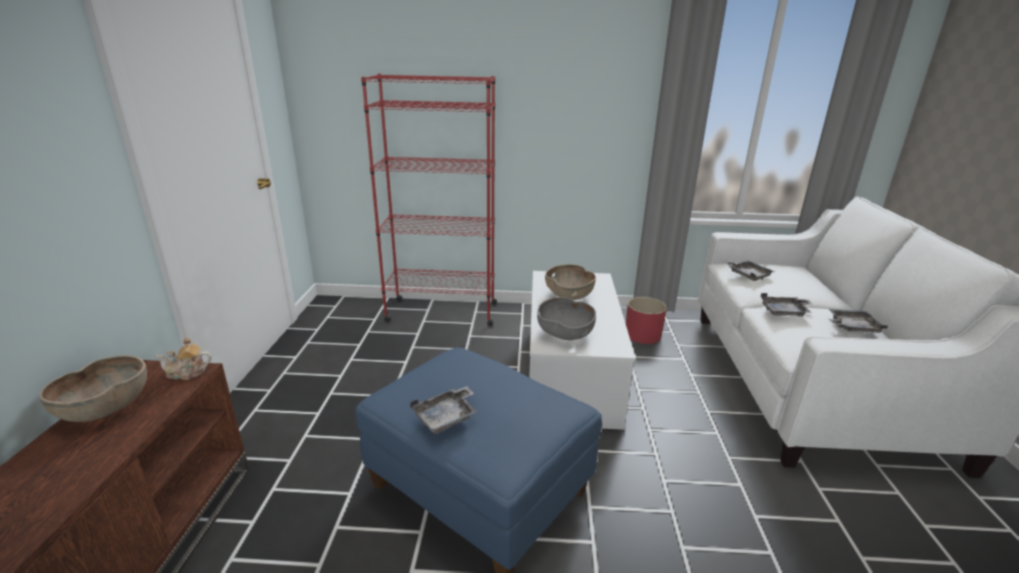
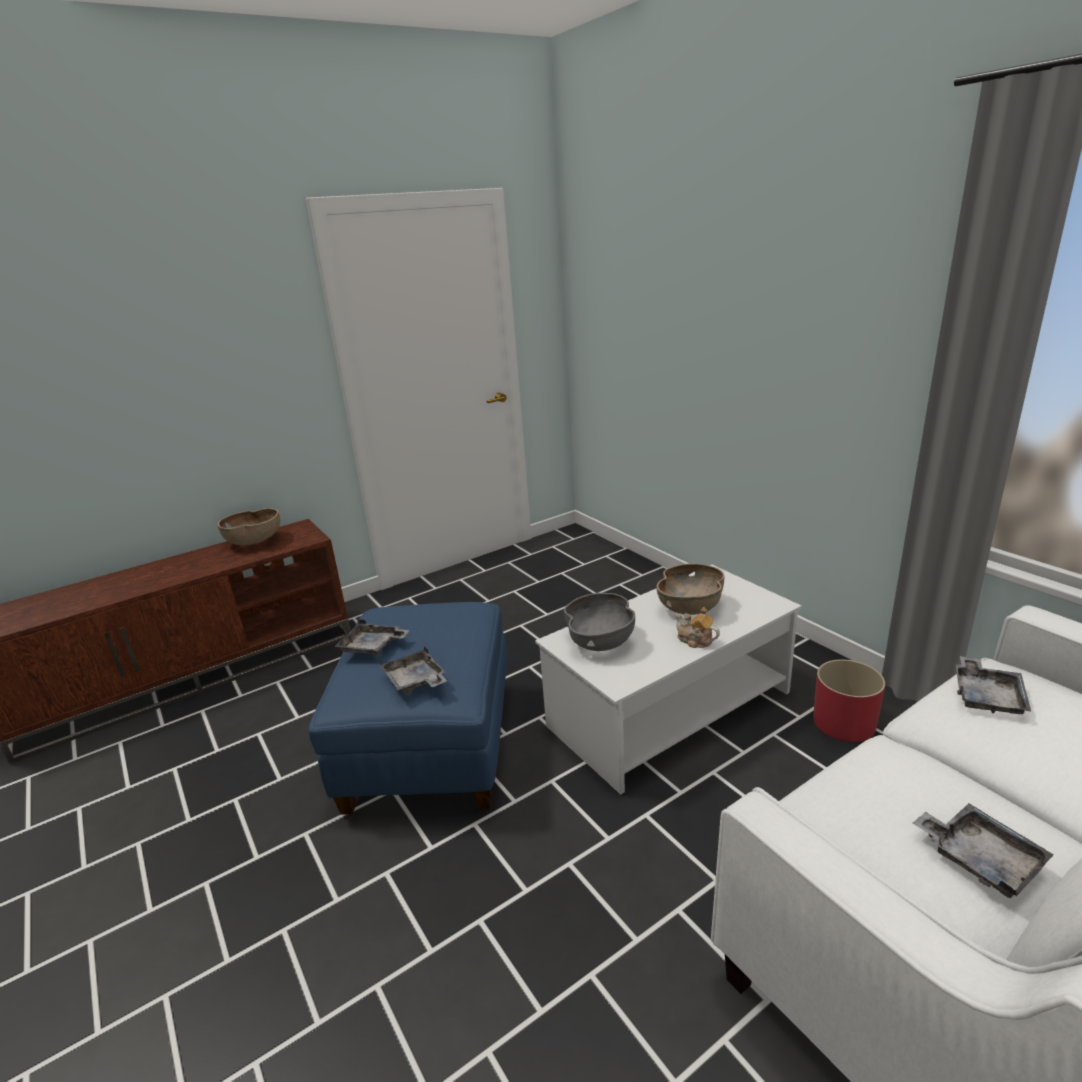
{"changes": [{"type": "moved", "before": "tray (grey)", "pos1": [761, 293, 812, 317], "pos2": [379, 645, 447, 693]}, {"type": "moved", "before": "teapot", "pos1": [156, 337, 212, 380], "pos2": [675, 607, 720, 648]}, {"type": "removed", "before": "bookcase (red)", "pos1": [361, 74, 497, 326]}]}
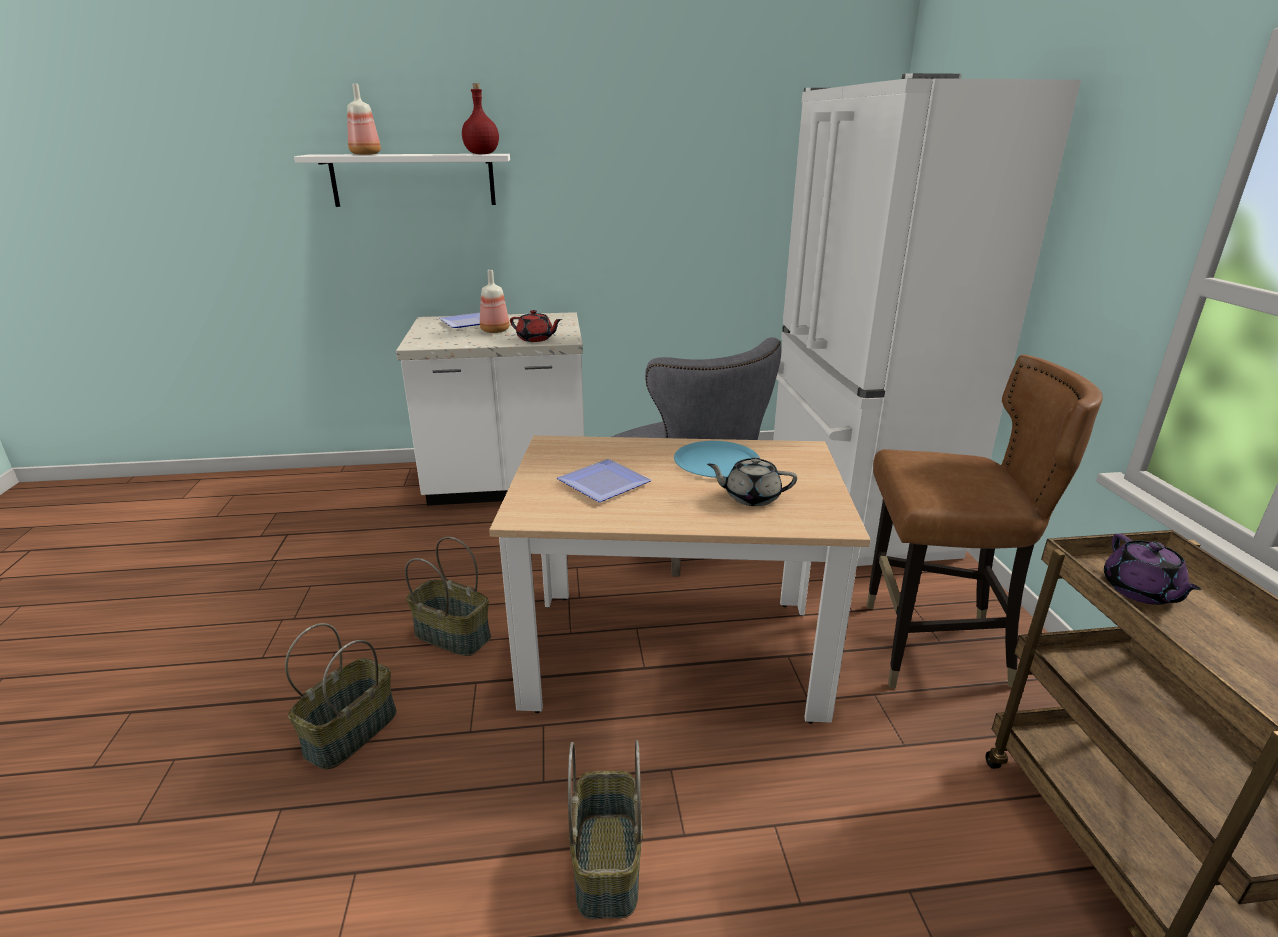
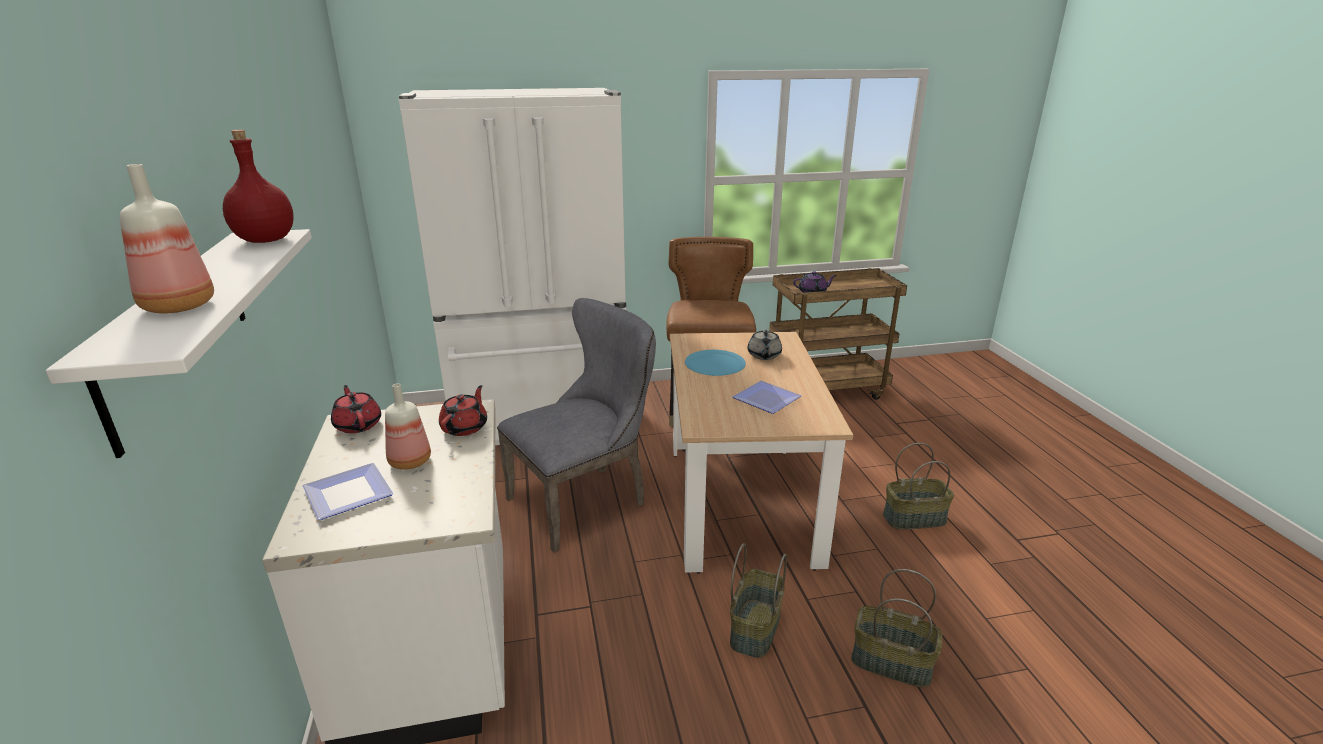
{"changes": [{"type": "added", "after": "teapot (red)", "pos2": [331, 385, 381, 433]}]}
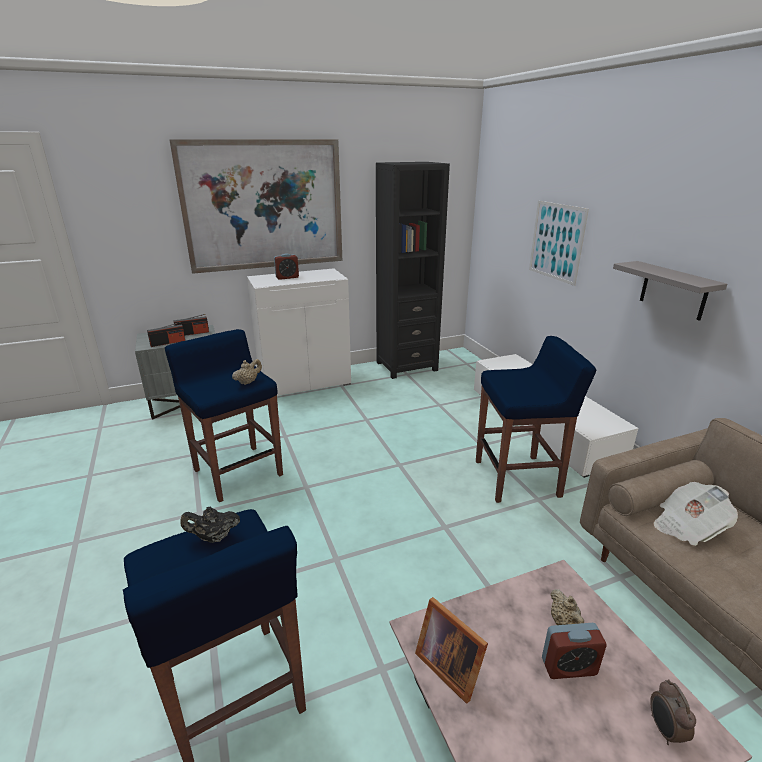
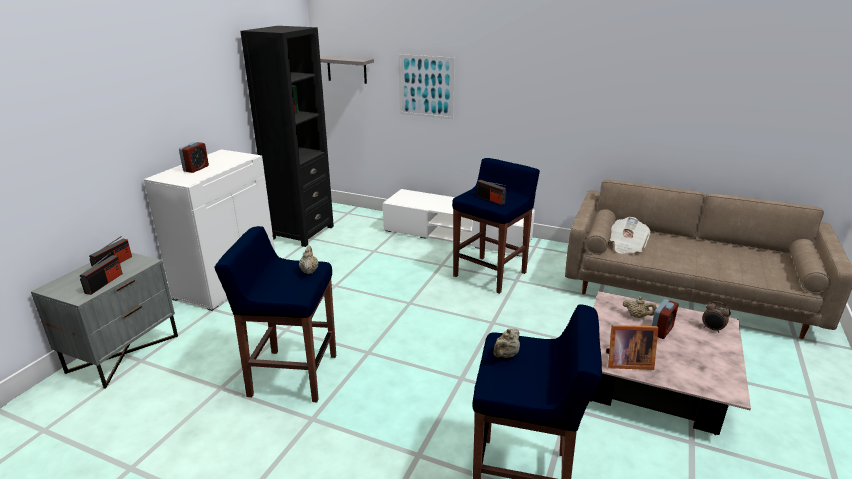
{"changes": [{"type": "moved", "before": "shelf (grey)", "pos1": [613, 261, 727, 321], "pos2": [320, 55, 374, 84]}, {"type": "added", "after": "radio", "pos2": [477, 180, 506, 205]}, {"type": "recoloured", "before": "teapot (black)", "after": "teapot (beige)", "pos1": [181, 507, 240, 543], "pos2": [493, 328, 520, 358]}, {"type": "removed", "before": "picture", "pos1": [169, 140, 342, 274]}]}
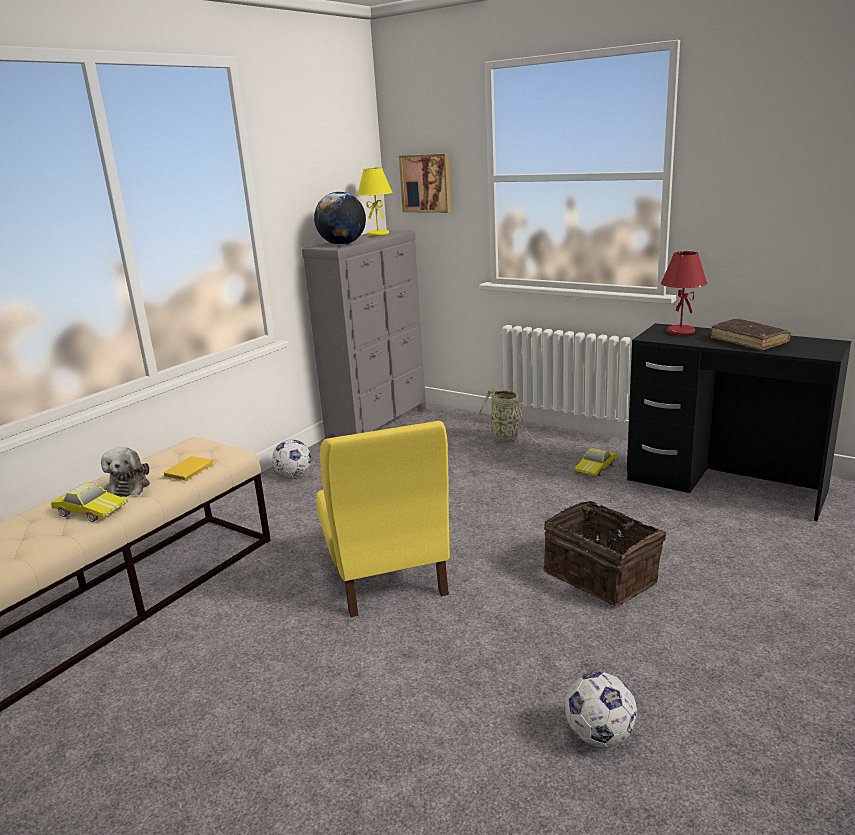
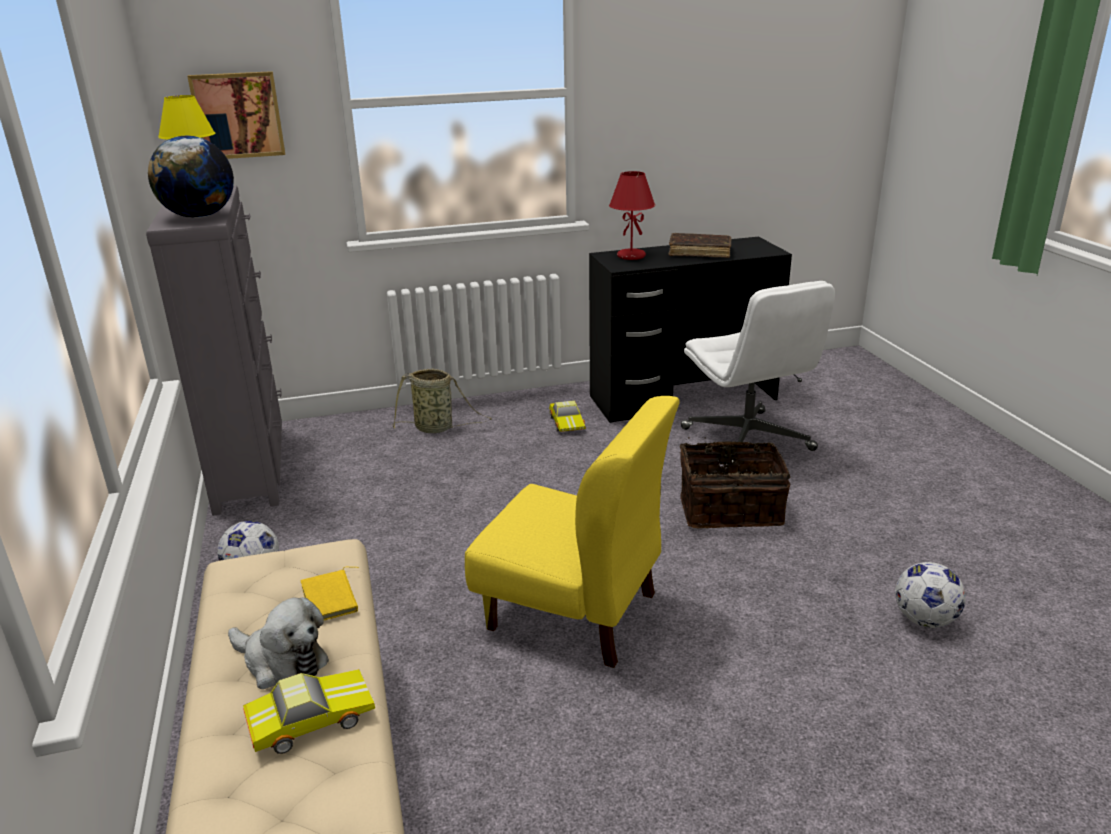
{"changes": [{"type": "added", "after": "office chair (white)", "pos2": [681, 281, 835, 463]}]}
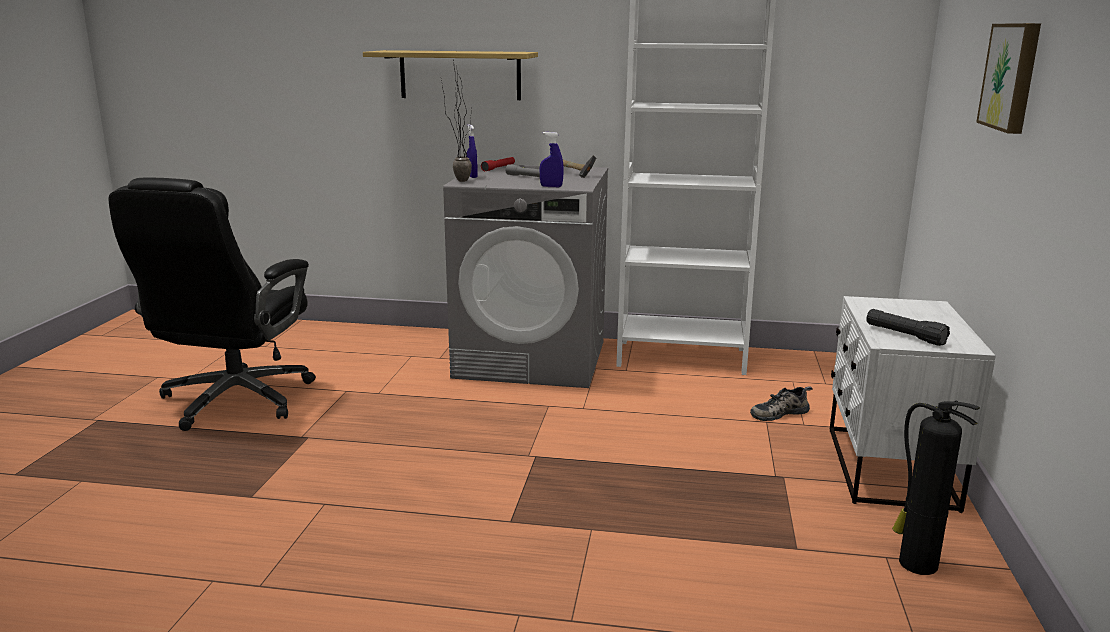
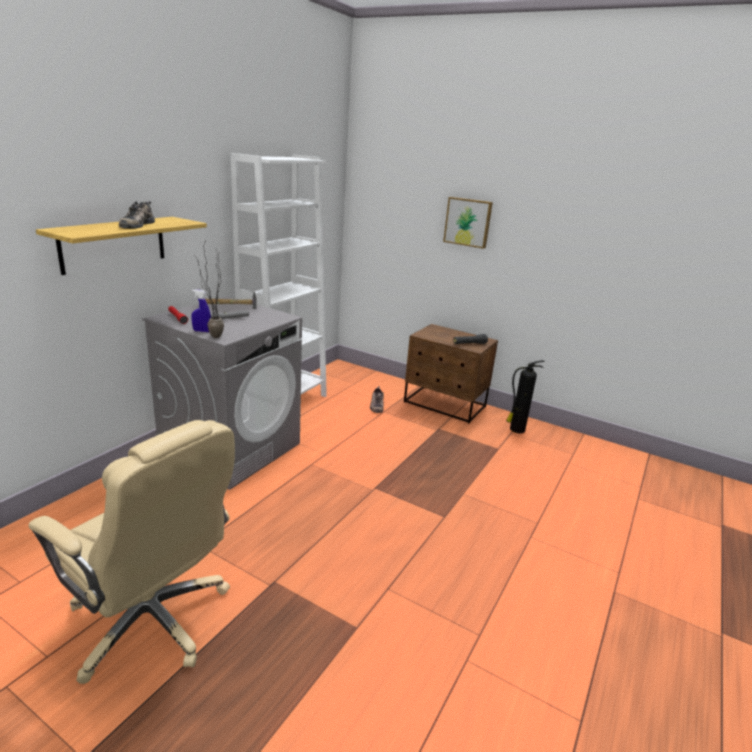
{"changes": [{"type": "recoloured", "before": "office chair (black)", "after": "office chair (beige)", "pos1": [108, 177, 316, 431], "pos2": [29, 420, 235, 684]}, {"type": "added", "after": "shoe", "pos2": [119, 201, 155, 229]}, {"type": "recoloured", "before": "nightstand (white)", "after": "nightstand (brown)", "pos1": [830, 296, 996, 513], "pos2": [404, 324, 498, 423]}, {"type": "removed", "before": "spray bottle (blue)", "pos1": [540, 132, 564, 187]}]}
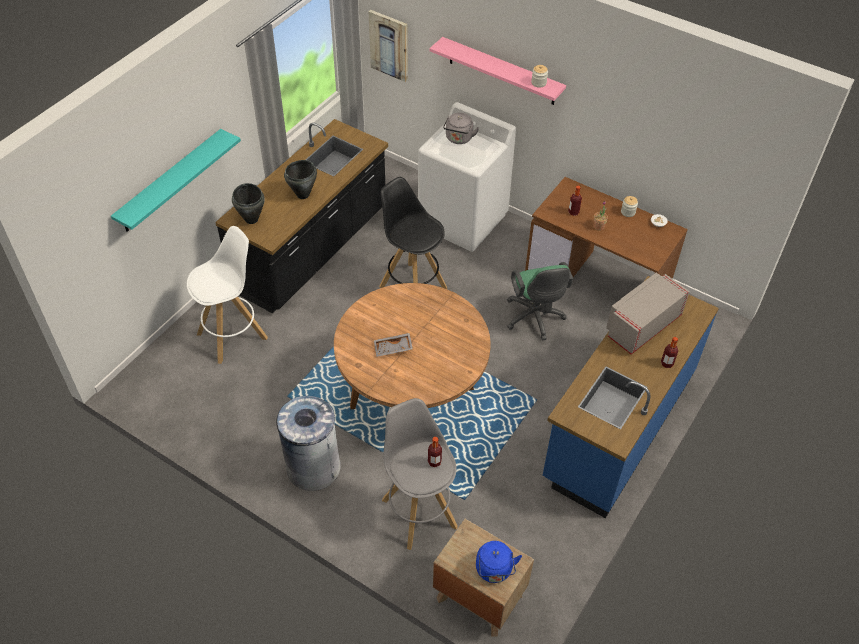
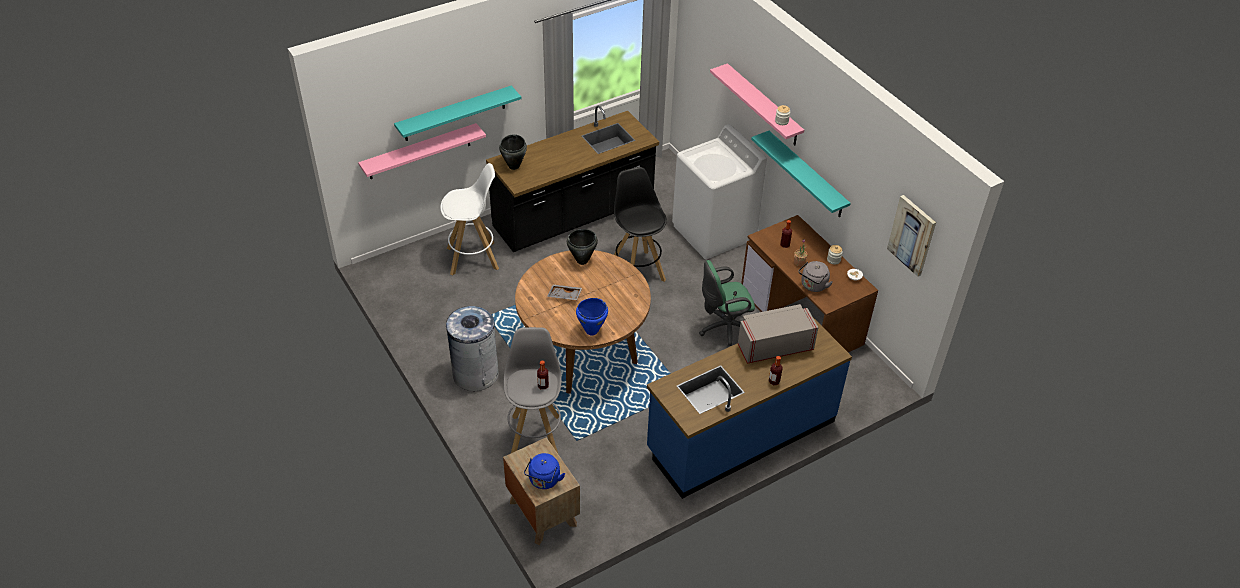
{"changes": [{"type": "added", "after": "shelf (pink)", "pos2": [358, 123, 486, 179]}, {"type": "moved", "before": "cooking pot (black)", "pos1": [284, 160, 317, 199], "pos2": [567, 229, 598, 265]}, {"type": "added", "after": "cooking pot (blue)", "pos2": [576, 298, 608, 335]}, {"type": "turned", "before": "office chair (green)", "pos1": [507, 262, 573, 340], "pos2": [699, 260, 755, 347], "turn": 60}, {"type": "added", "after": "shelf (turquoise)", "pos2": [751, 131, 851, 217]}, {"type": "moved", "before": "kettle (grey)", "pos1": [443, 113, 479, 144], "pos2": [798, 261, 833, 292]}, {"type": "moved", "before": "picture", "pos1": [368, 10, 408, 82], "pos2": [887, 195, 936, 277]}]}
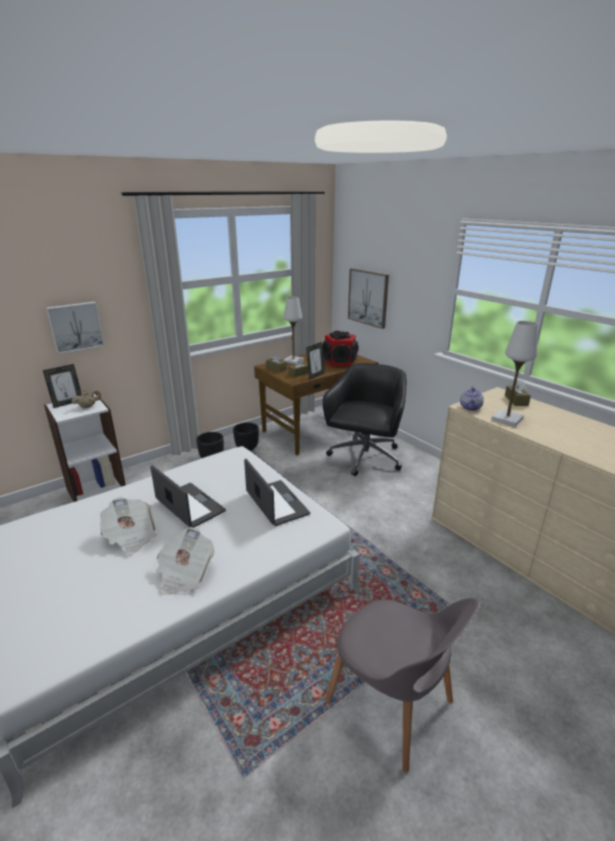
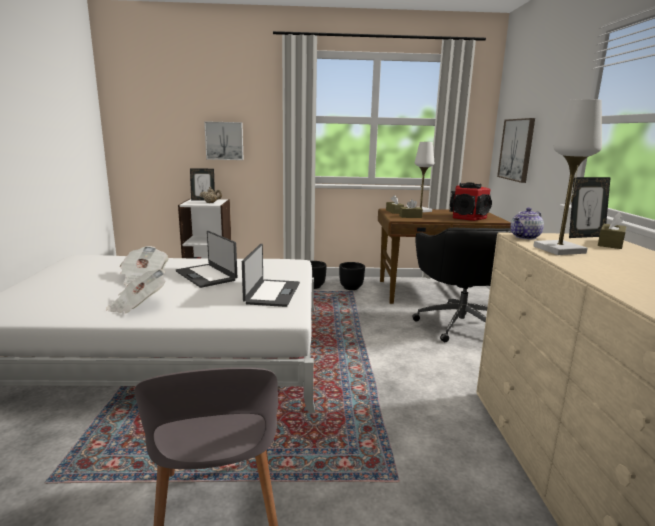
{"changes": [{"type": "turned", "before": "laptop", "pos1": [150, 465, 226, 528], "pos2": [176, 231, 237, 288], "turn": 150}, {"type": "turned", "before": "office chair (black)", "pos1": [323, 363, 407, 476], "pos2": [412, 228, 512, 342], "turn": 120}, {"type": "moved", "before": "picture frame", "pos1": [306, 342, 325, 380], "pos2": [569, 177, 611, 238]}]}
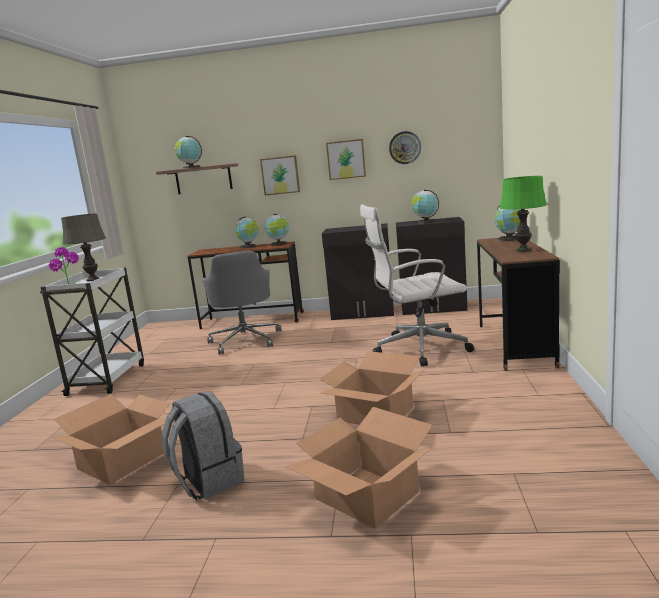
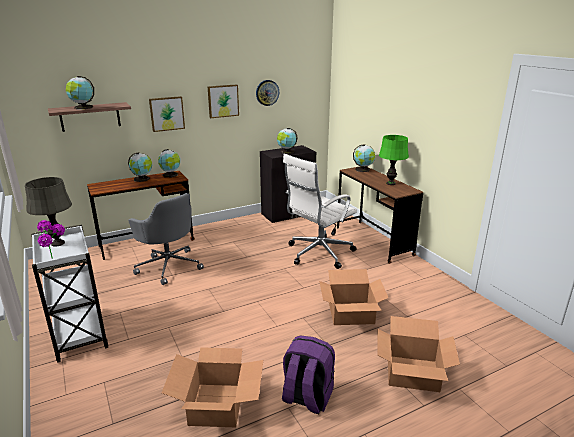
{"changes": [{"type": "recoloured", "before": "backpack (grey)", "after": "backpack (purple)", "pos1": [162, 391, 245, 500], "pos2": [282, 335, 335, 414]}, {"type": "removed", "before": "cabinet (black)", "pos1": [322, 223, 394, 320]}]}
